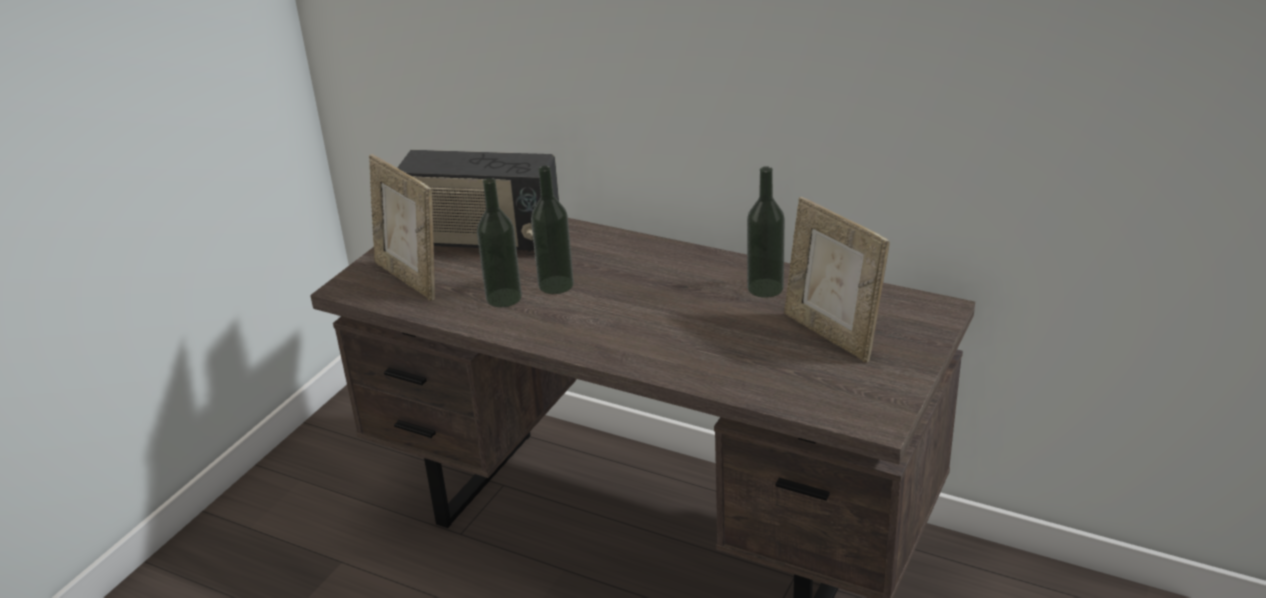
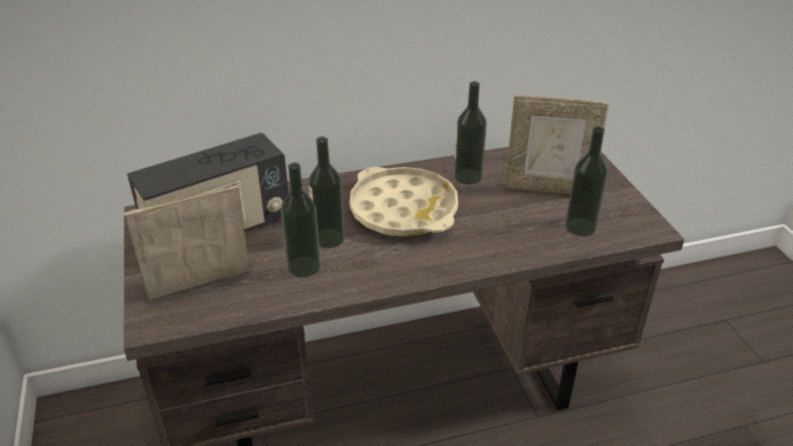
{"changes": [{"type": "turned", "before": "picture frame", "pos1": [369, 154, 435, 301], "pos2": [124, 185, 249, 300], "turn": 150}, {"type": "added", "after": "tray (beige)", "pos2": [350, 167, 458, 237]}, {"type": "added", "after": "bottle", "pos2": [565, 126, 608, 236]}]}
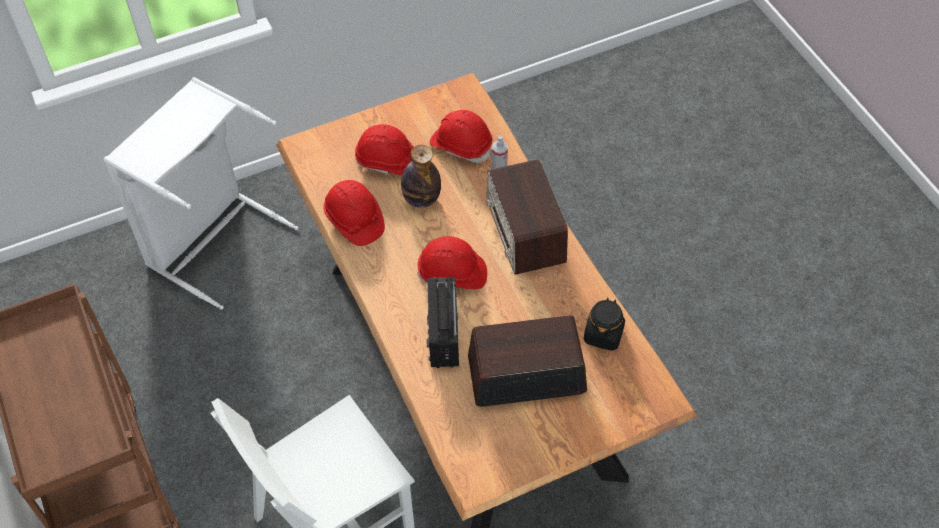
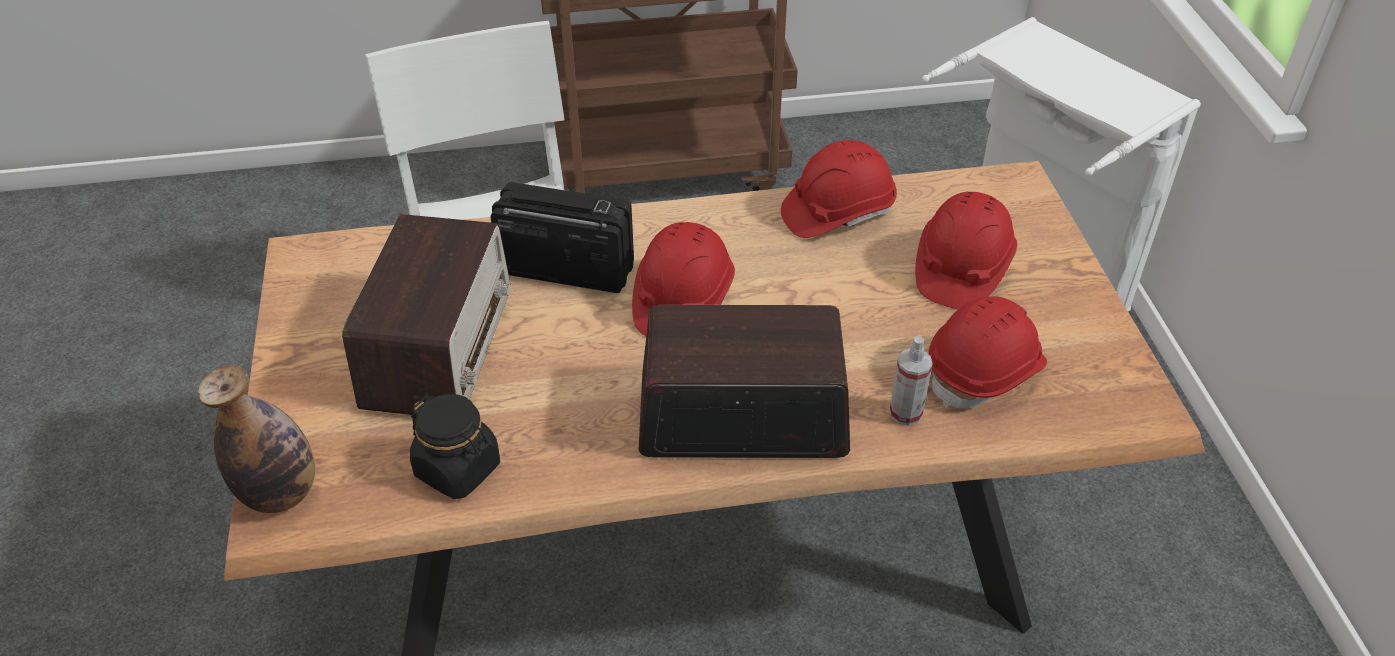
{"changes": [{"type": "moved", "before": "bottle", "pos1": [401, 145, 441, 208], "pos2": [198, 365, 315, 513]}]}
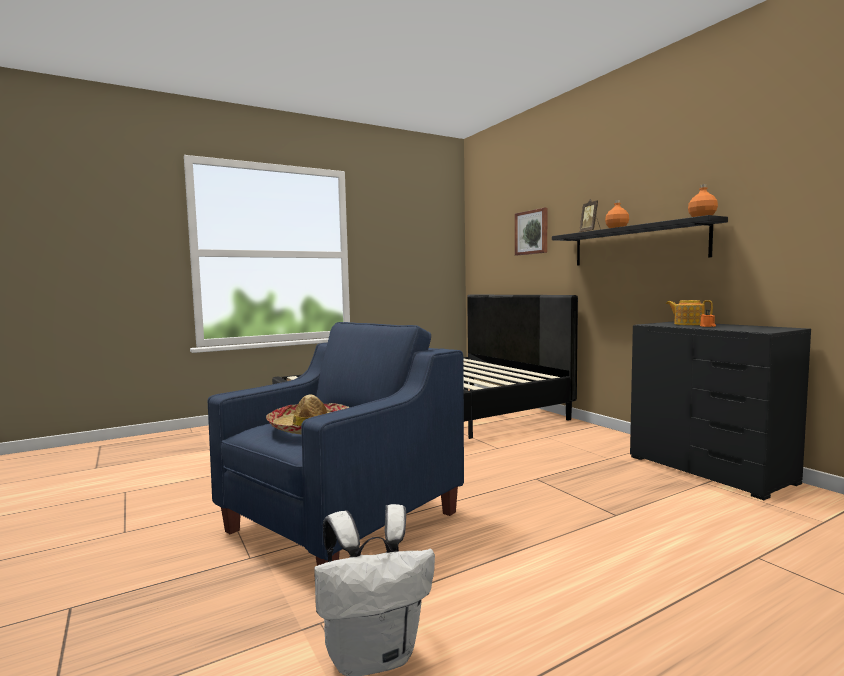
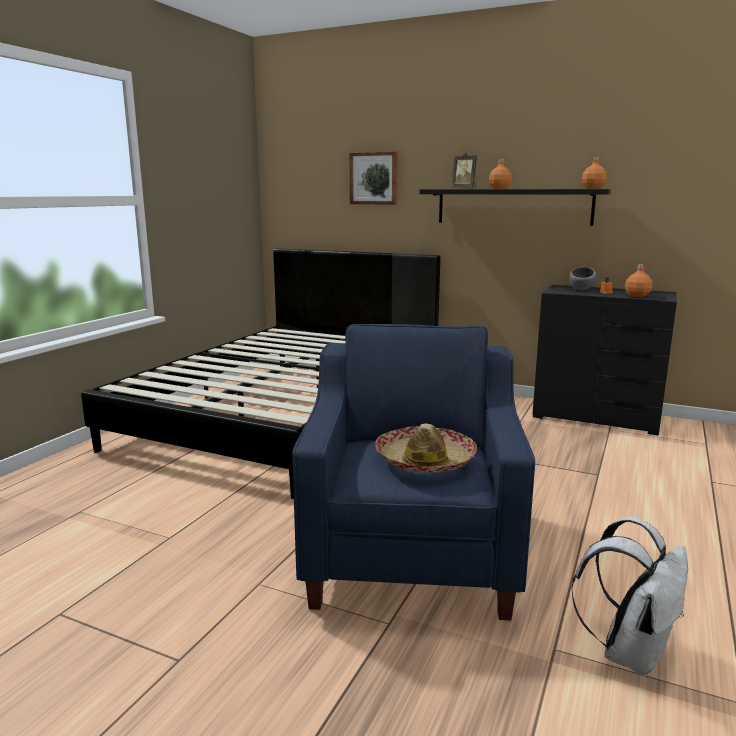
{"changes": [{"type": "replaced", "before": "teapot", "after": "bowl (grey)", "pos1": [666, 300, 713, 325], "pos2": [569, 267, 596, 290]}, {"type": "added", "after": "bottle (orange)", "pos2": [625, 264, 653, 297]}]}
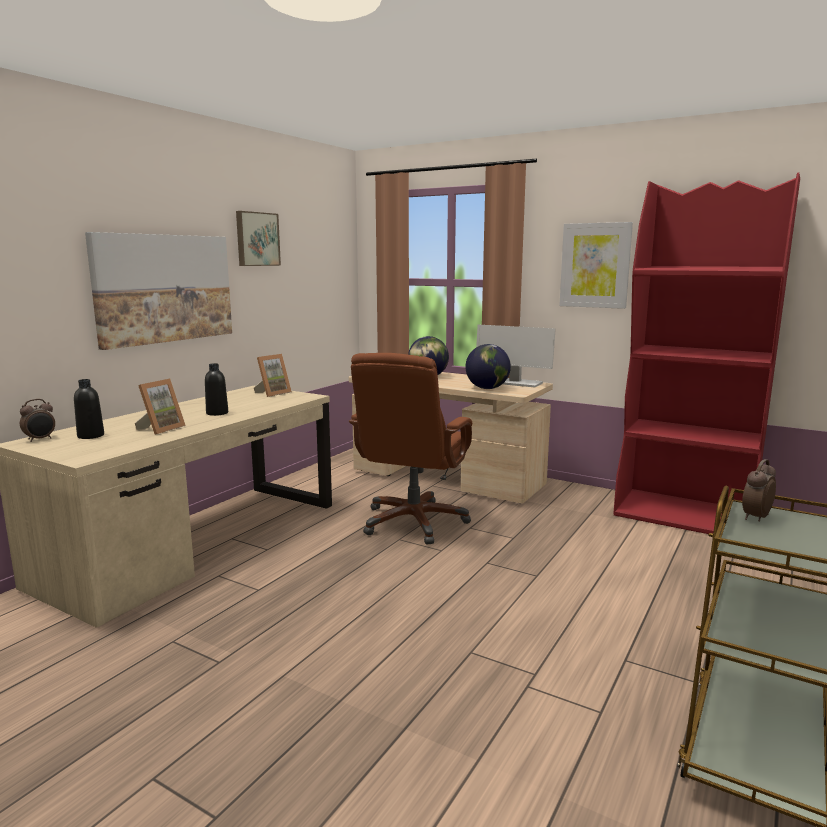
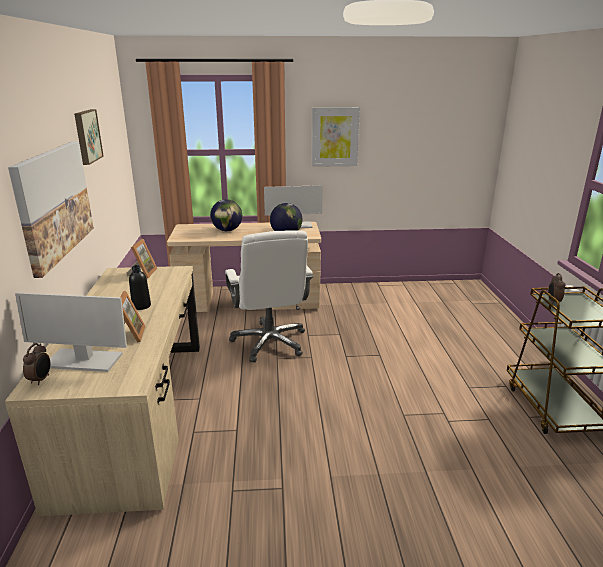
{"changes": [{"type": "replaced", "before": "bottle (black)", "after": "monitor", "pos1": [74, 379, 104, 439], "pos2": [15, 293, 127, 372]}, {"type": "recoloured", "before": "office chair (brown)", "after": "office chair (white)", "pos1": [349, 353, 472, 545], "pos2": [225, 230, 314, 363]}, {"type": "removed", "before": "bookcase (red)", "pos1": [613, 172, 800, 534]}]}
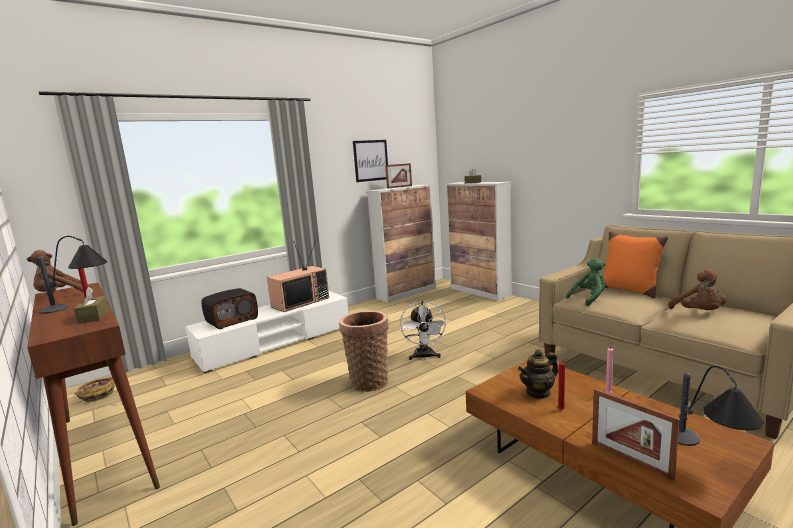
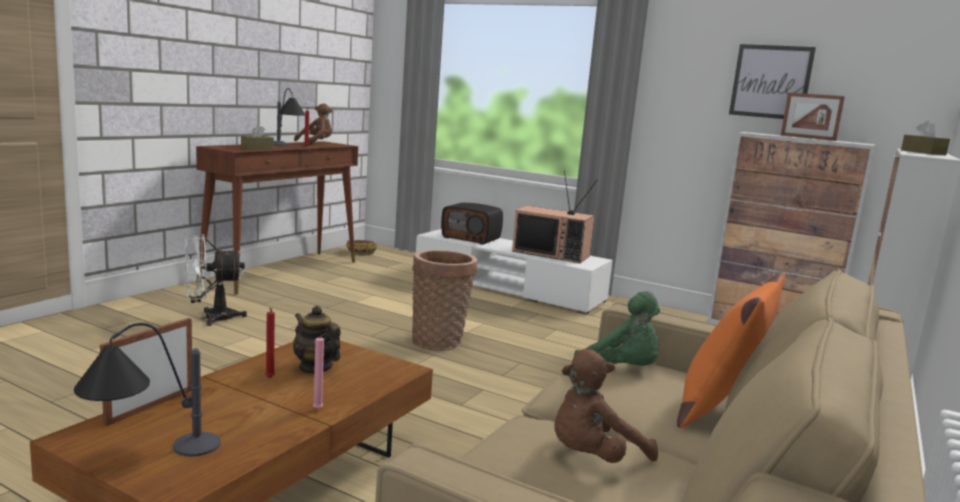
{"changes": [{"type": "moved", "before": "fan (white)", "pos1": [400, 301, 447, 360], "pos2": [185, 234, 247, 326]}, {"type": "turned", "before": "plush toy (brown)", "pos1": [27, 250, 83, 292], "pos2": [294, 103, 332, 145], "turn": 105}]}
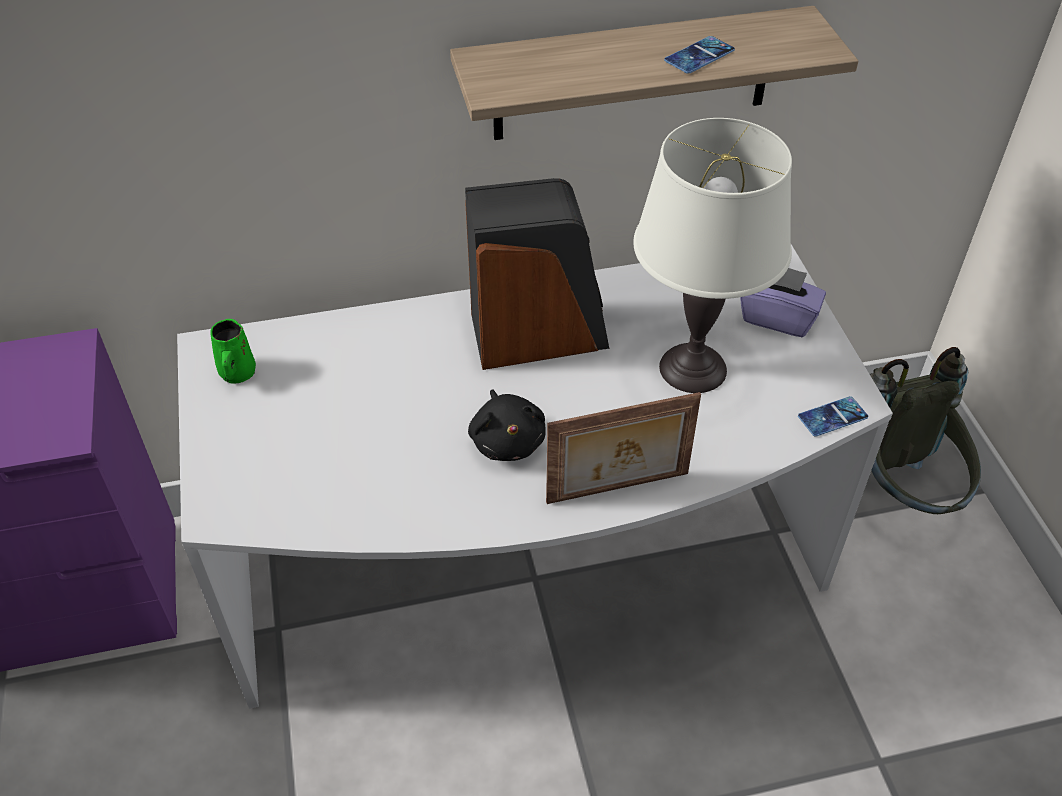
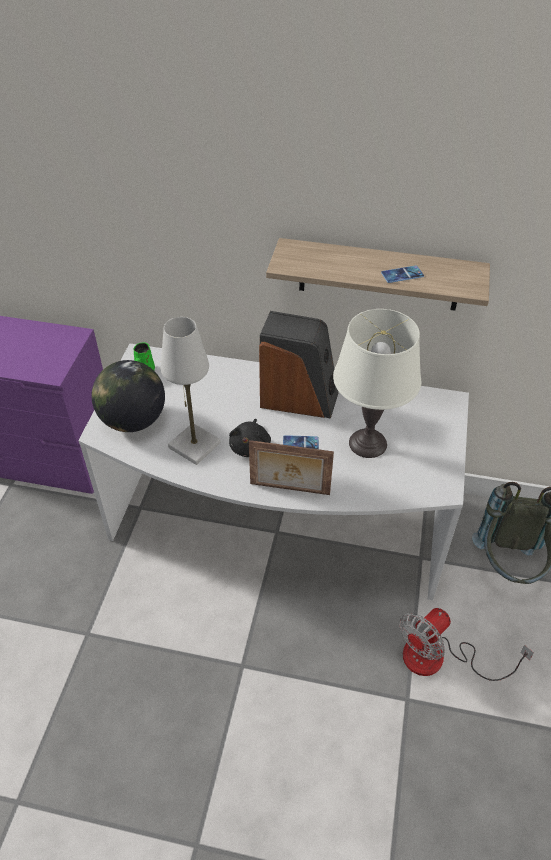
{"changes": [{"type": "added", "after": "globe", "pos2": [91, 360, 165, 432]}, {"type": "added", "after": "table lamp (white)", "pos2": [161, 317, 220, 465]}, {"type": "moved", "before": "phone", "pos1": [798, 396, 868, 437], "pos2": [283, 435, 319, 449]}, {"type": "added", "after": "fan", "pos2": [400, 608, 534, 681]}, {"type": "removed", "before": "tissue box (purple)", "pos1": [740, 268, 826, 337]}]}
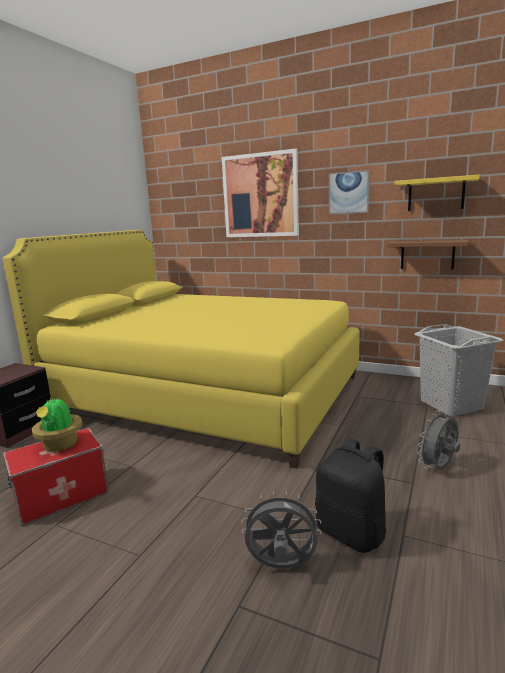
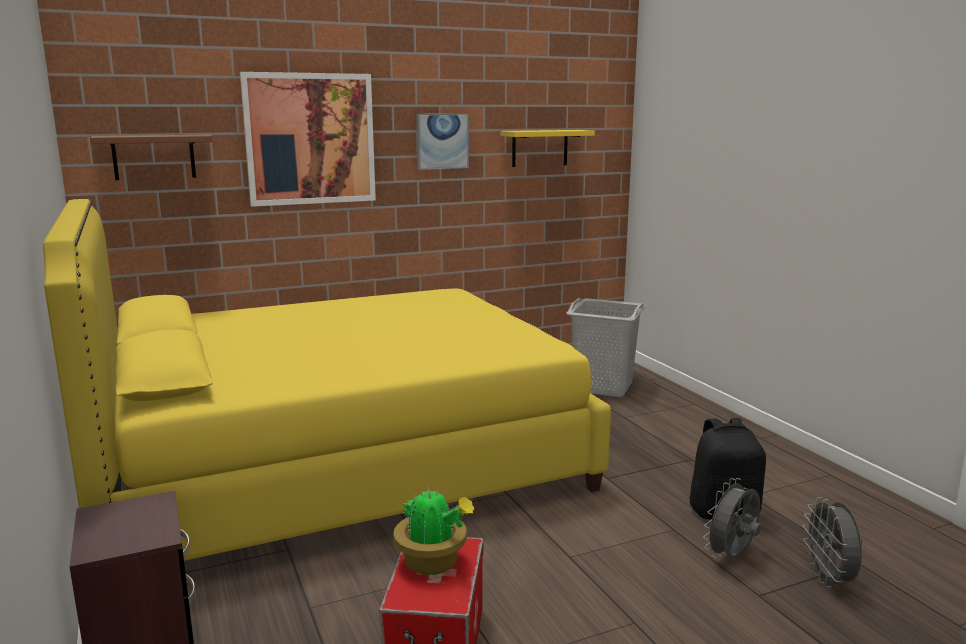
{"changes": [{"type": "moved", "before": "shelf (brown)", "pos1": [387, 240, 468, 269], "pos2": [90, 135, 213, 180]}, {"type": "moved", "before": "fan (grey)", "pos1": [417, 411, 460, 469], "pos2": [803, 497, 862, 587]}]}
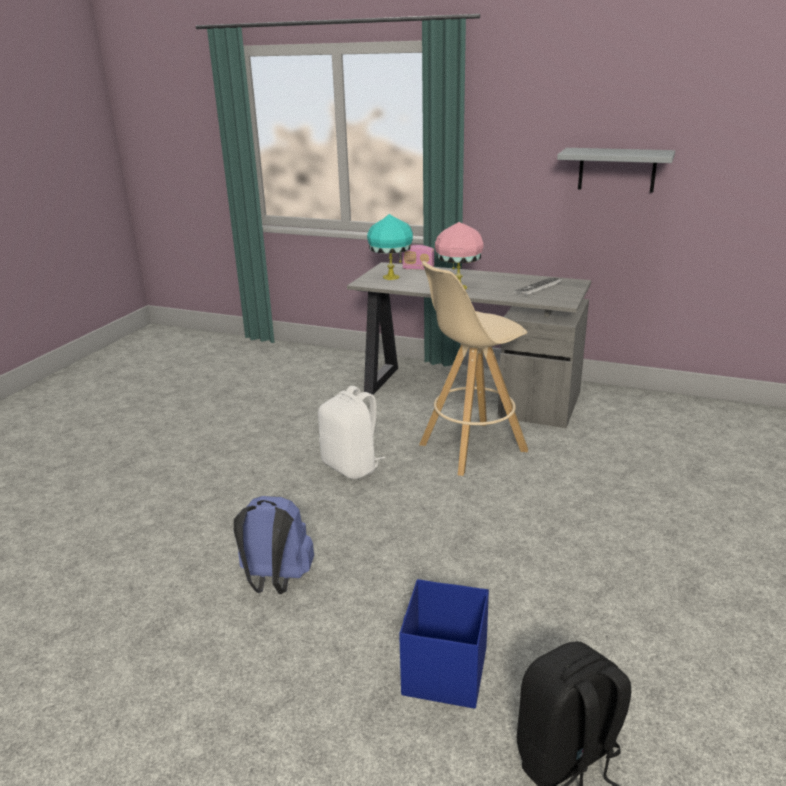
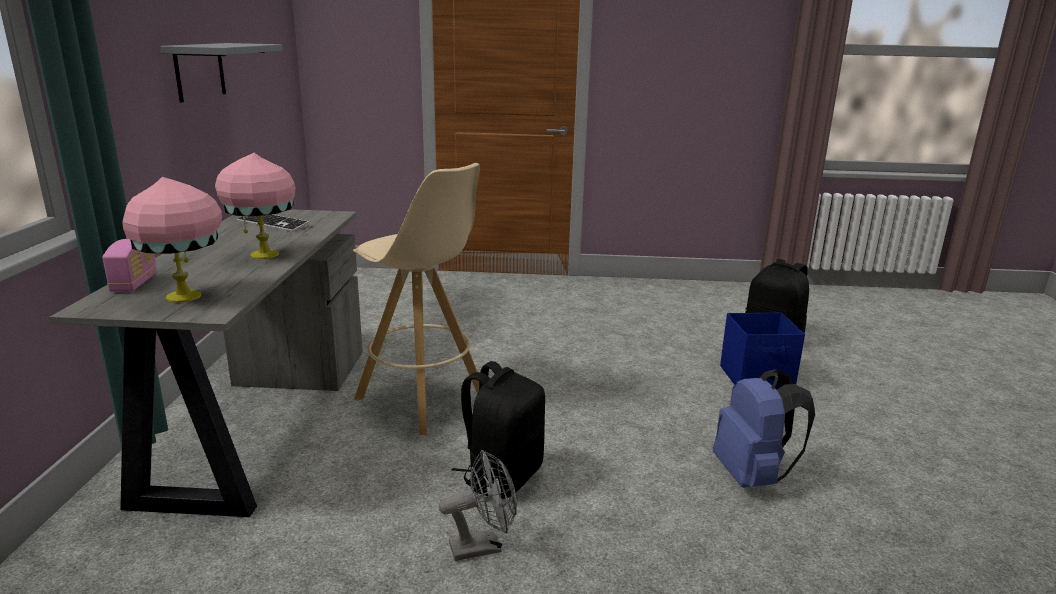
{"changes": [{"type": "recoloured", "before": "table lamp (turquoise)", "after": "table lamp (pink)", "pos1": [367, 214, 413, 280], "pos2": [122, 177, 222, 303]}, {"type": "added", "after": "fan (grey)", "pos2": [439, 450, 517, 561]}, {"type": "recoloured", "before": "backpack (white)", "after": "backpack (black)", "pos1": [318, 386, 385, 479], "pos2": [452, 361, 545, 499]}]}
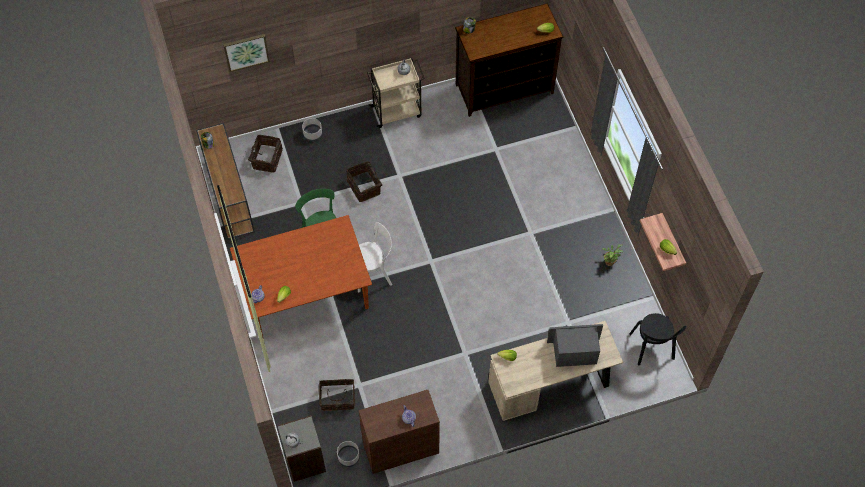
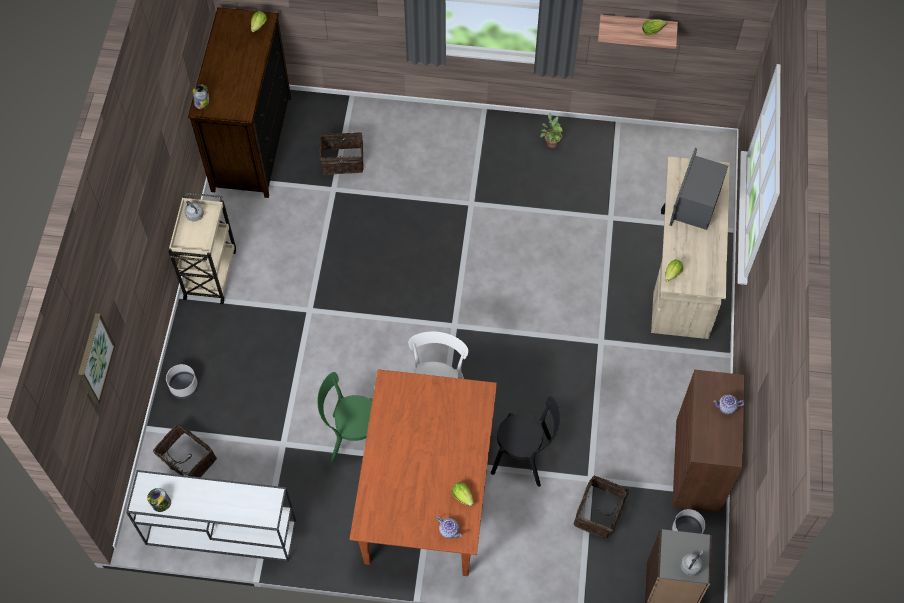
{"changes": [{"type": "recoloured", "before": "console table (brown)", "after": "console table (white)", "pos1": [196, 123, 255, 240], "pos2": [126, 470, 296, 562]}, {"type": "moved", "before": "basket", "pos1": [347, 161, 382, 202], "pos2": [320, 127, 364, 175]}, {"type": "moved", "before": "chair (black)", "pos1": [630, 313, 686, 365], "pos2": [491, 396, 560, 487]}]}
